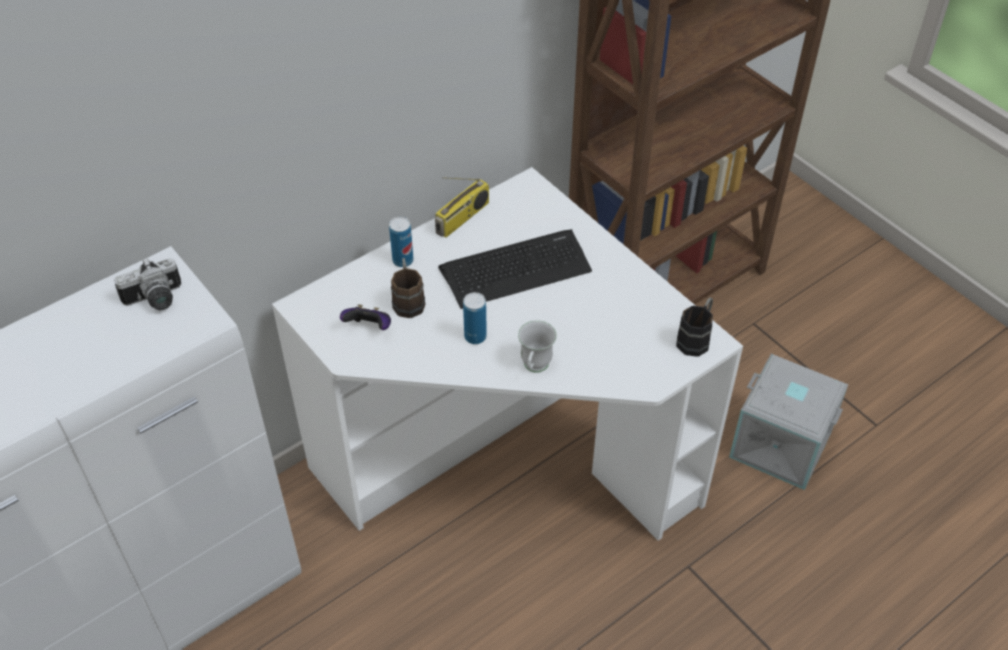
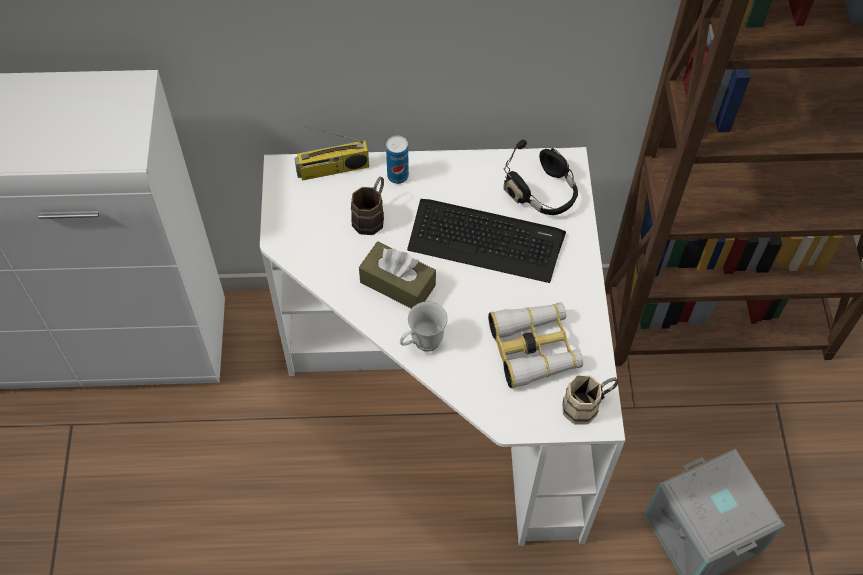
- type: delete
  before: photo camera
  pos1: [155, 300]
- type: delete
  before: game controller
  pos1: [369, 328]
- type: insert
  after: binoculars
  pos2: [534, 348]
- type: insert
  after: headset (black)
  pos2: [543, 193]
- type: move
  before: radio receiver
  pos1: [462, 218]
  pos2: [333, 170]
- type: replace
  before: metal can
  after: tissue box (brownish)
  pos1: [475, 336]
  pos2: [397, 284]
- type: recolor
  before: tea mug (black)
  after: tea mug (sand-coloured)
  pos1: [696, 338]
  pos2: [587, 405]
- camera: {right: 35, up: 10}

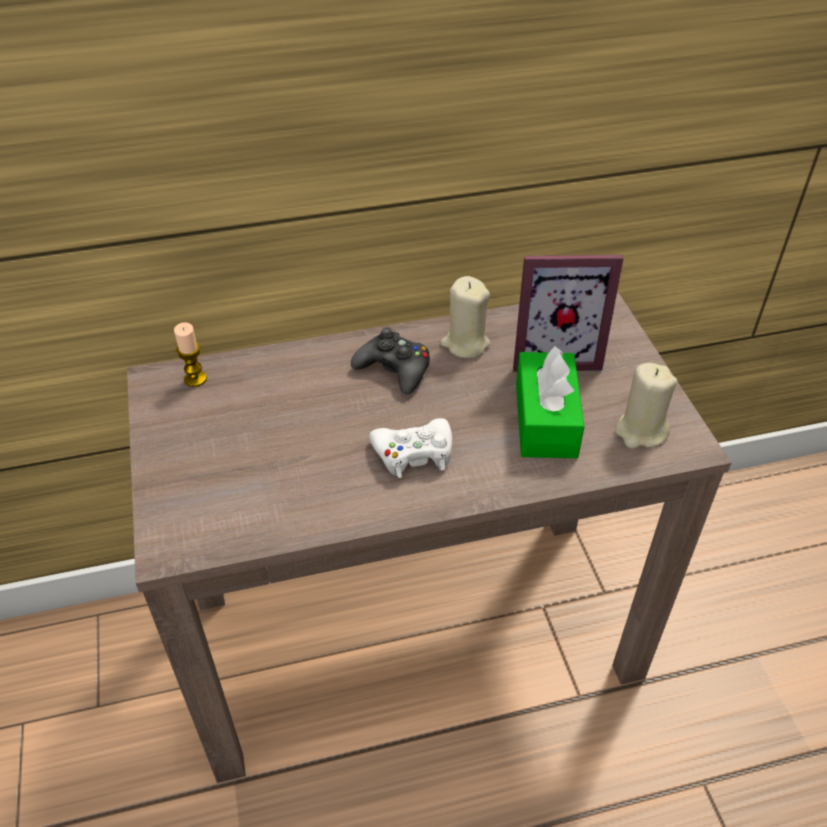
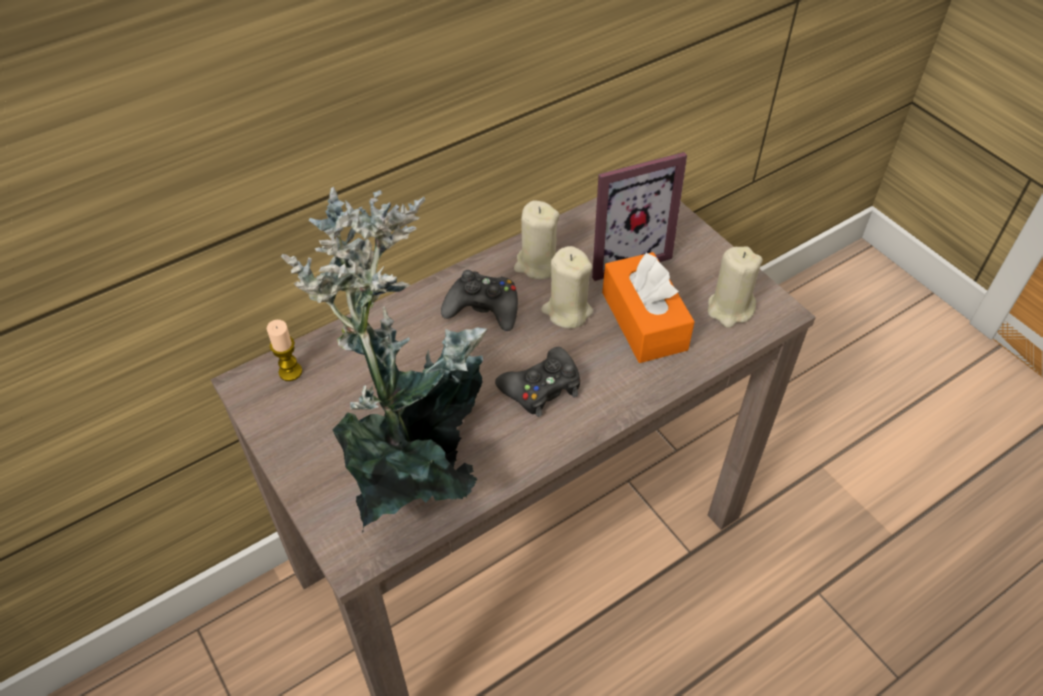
- type: insert
  after: potted plant
  pos2: [416, 465]
- type: insert
  after: candle (sand-coloured)
  pos2: [567, 311]
- type: recolor
  before: game controller (white-coloured)
  after: game controller (black)
  pos1: [414, 454]
  pos2: [542, 388]
- type: recolor
  before: tissue box (green-coloured)
  after: tissue box (orange-coloured)
  pos1: [545, 420]
  pos2: [644, 321]
- camera: {right: -20, up: 5}

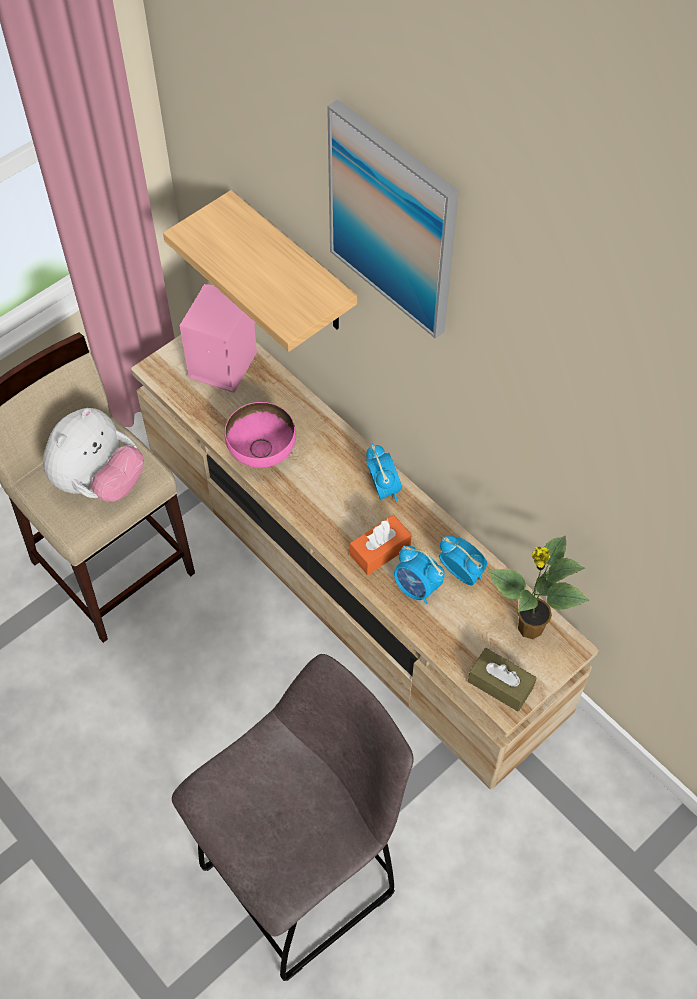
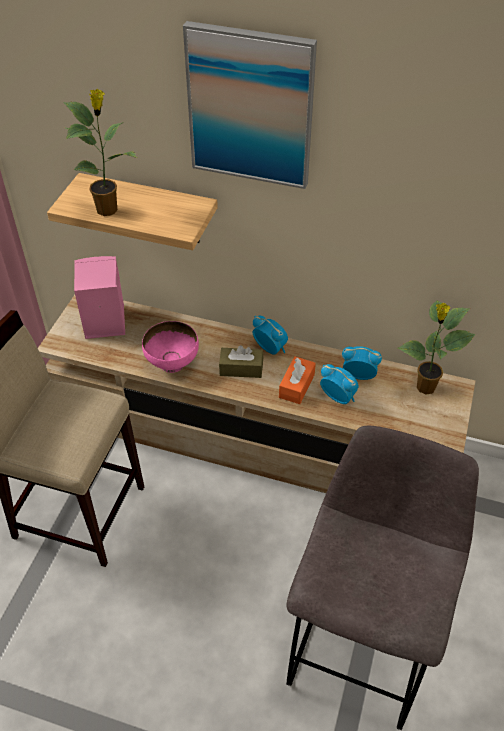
- type: delete
  before: soft toy
  pos1: [99, 482]
- type: insert
  after: potted plant
  pos2: [108, 209]
- type: move
  before: tissue box (brownish)
  pos1: [500, 684]
  pos2: [241, 368]
- type: rotate
  before: bedside clock
  pos1: [416, 588]
  pos2: [338, 397]
  turn: -150
- camera: {right: -30, up: -10}

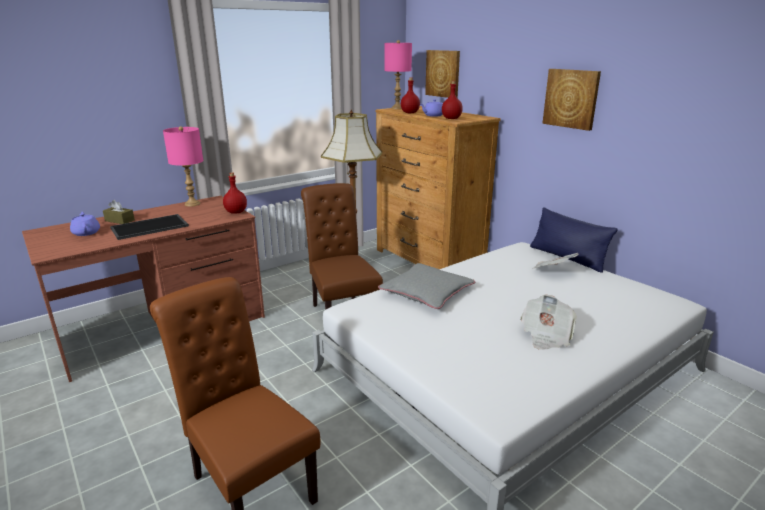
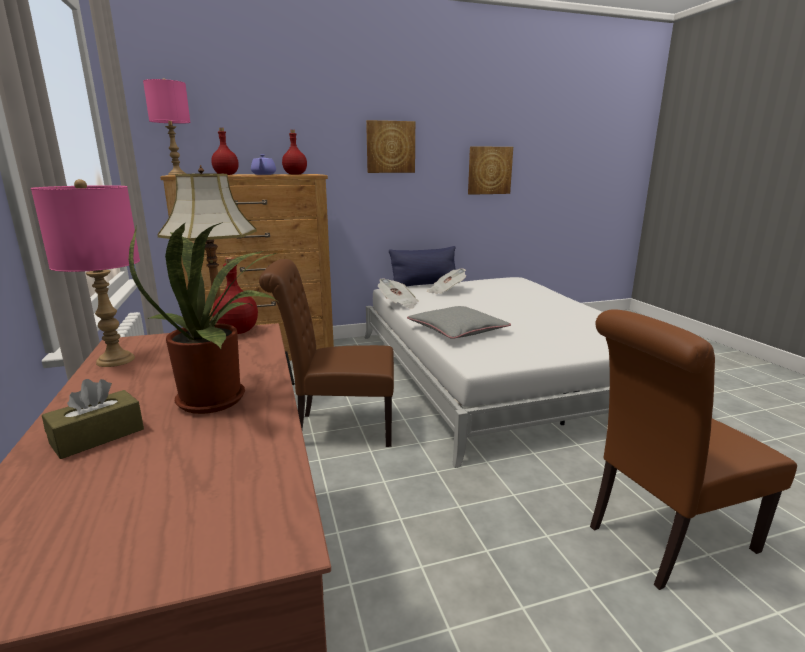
- type: delete
  before: teapot (purple)
  pos1: [86, 232]
- type: move
  before: picture
  pos1: [443, 73]
  pos2: [489, 170]
- type: move
  before: daily paper
  pos1: [545, 335]
  pos2: [398, 304]
- type: replace
  before: serving tray
  after: potted plant
  pos1: [149, 227]
  pos2: [219, 398]
- camera: {right: -70, up: -5}

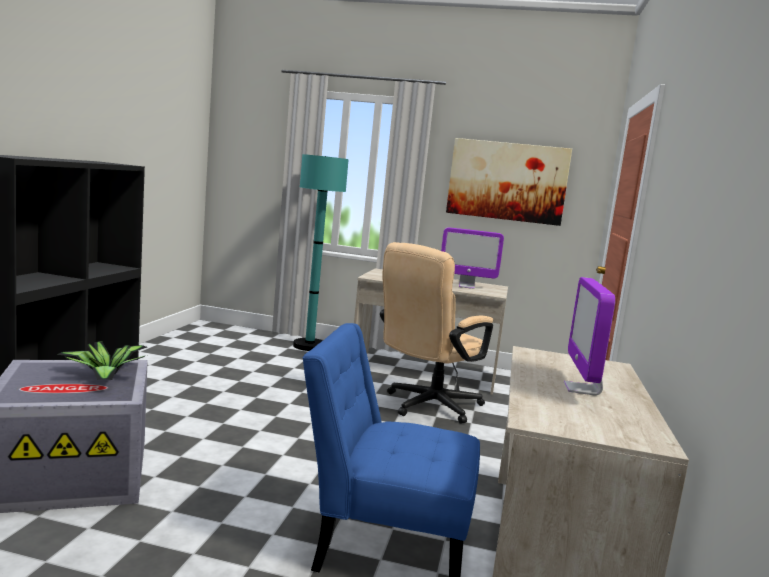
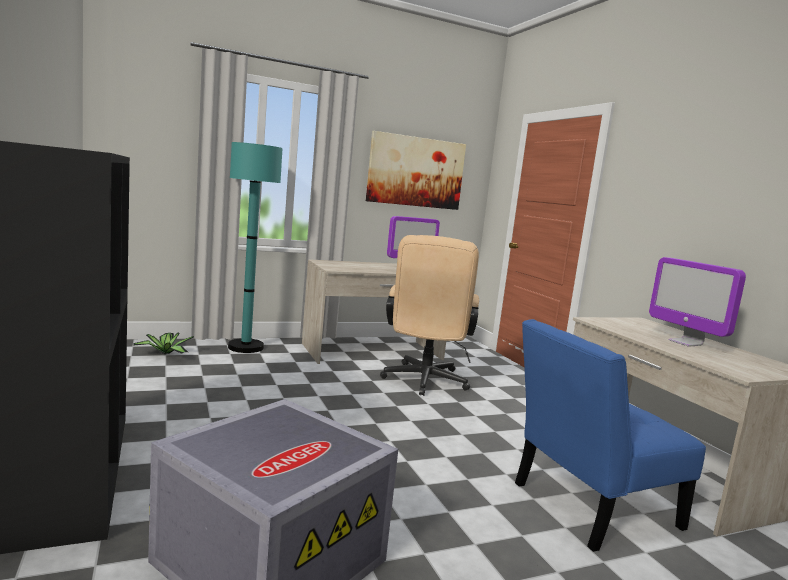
- type: move
  before: potted plant
  pos1: [105, 376]
  pos2: [164, 354]
- camera: {right: -35, up: 0}

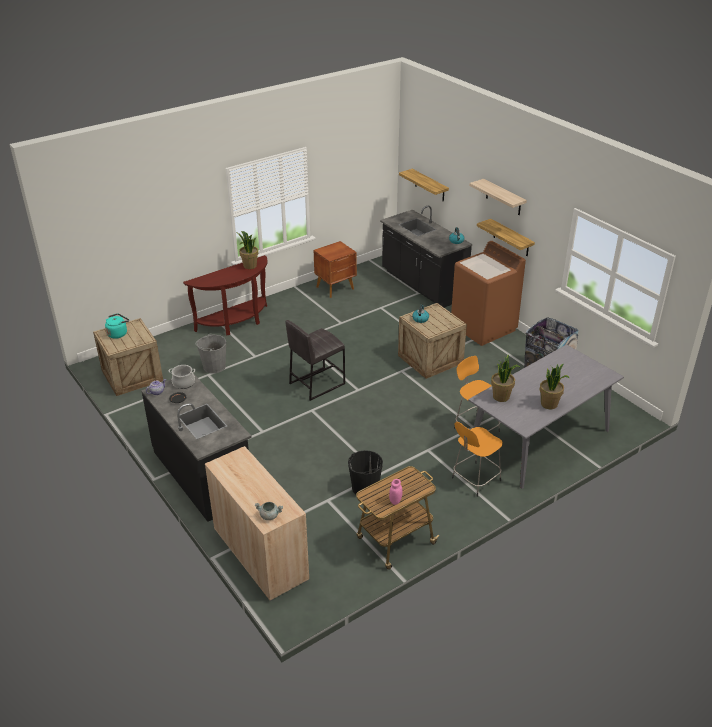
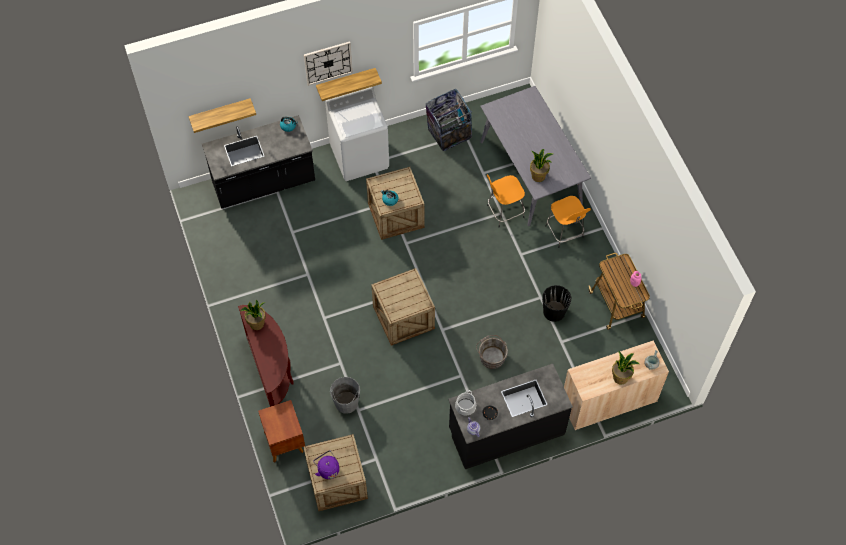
- type: insert
  after: water bucket (greyish)
  pos2: [491, 356]
- type: move
  before: night table (brownish)
  pos1: [336, 288]
  pos2: [284, 441]
- type: move
  before: potted plant
  pos1: [549, 404]
  pos2: [620, 377]
- type: replace
  before: stool seat (greyish)
  after: shipping crate
  pos1: [316, 383]
  pos2: [403, 317]
- type: replace
  before: wall shelf
  after: wall clock
  pos1: [503, 197]
  pos2: [328, 63]
- type: recolor
  before: kettle (turquoise-coloured)
  after: kettle (purple)
  pos1: [118, 333]
  pos2: [327, 469]
- type: recolor
  before: laundry appliance (brownish)
  after: laundry appliance (white-coloured)
  pos1: [483, 328]
  pos2: [360, 156]
- camera: {right: -75, up: 25}

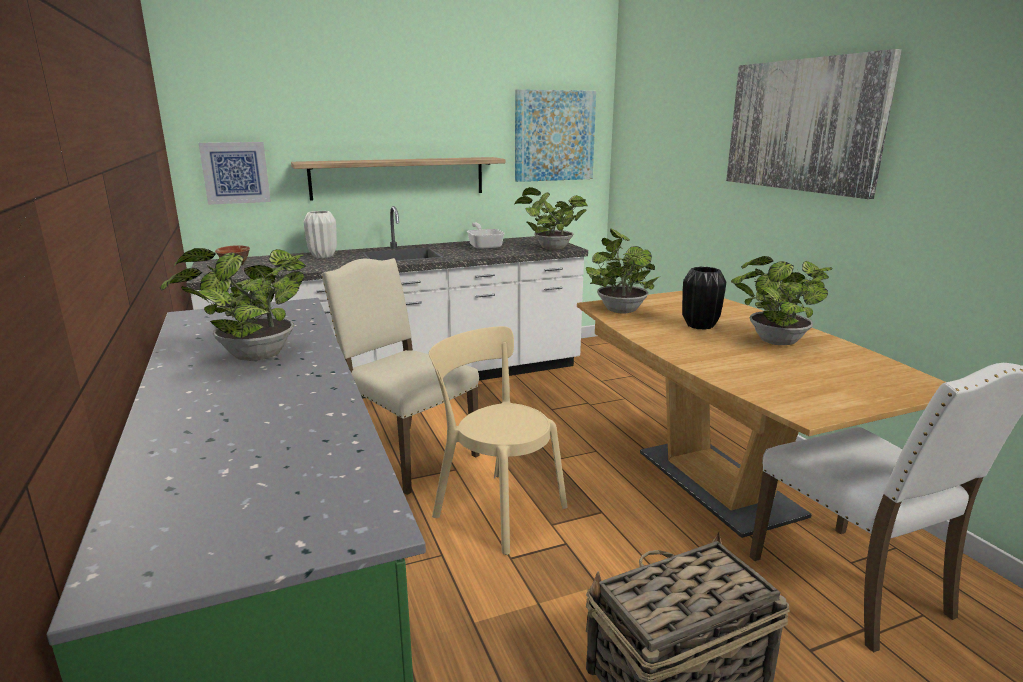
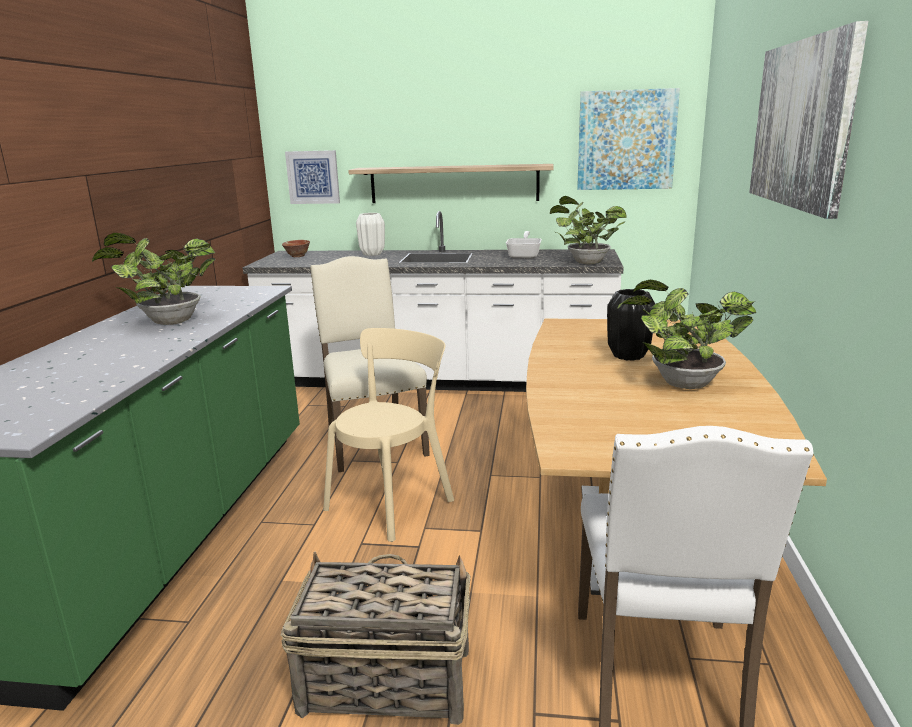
- type: delete
  before: potted plant
  pos1: [619, 309]
- type: rotate
  before: chair (sand-coloured)
  pos1: [495, 509]
  pos2: [393, 502]
  turn: 60
- camera: {right: 30, up: 0}

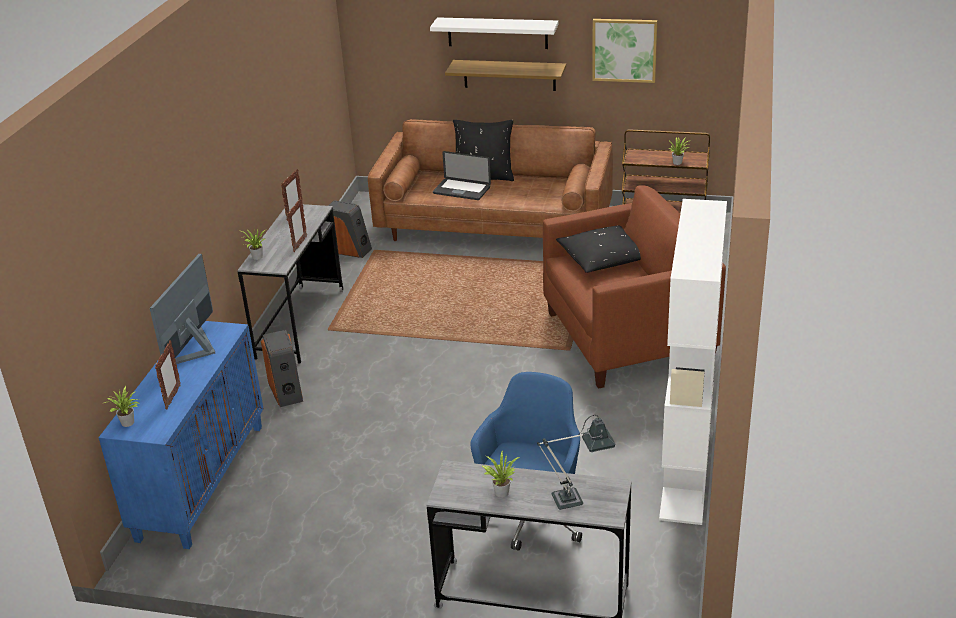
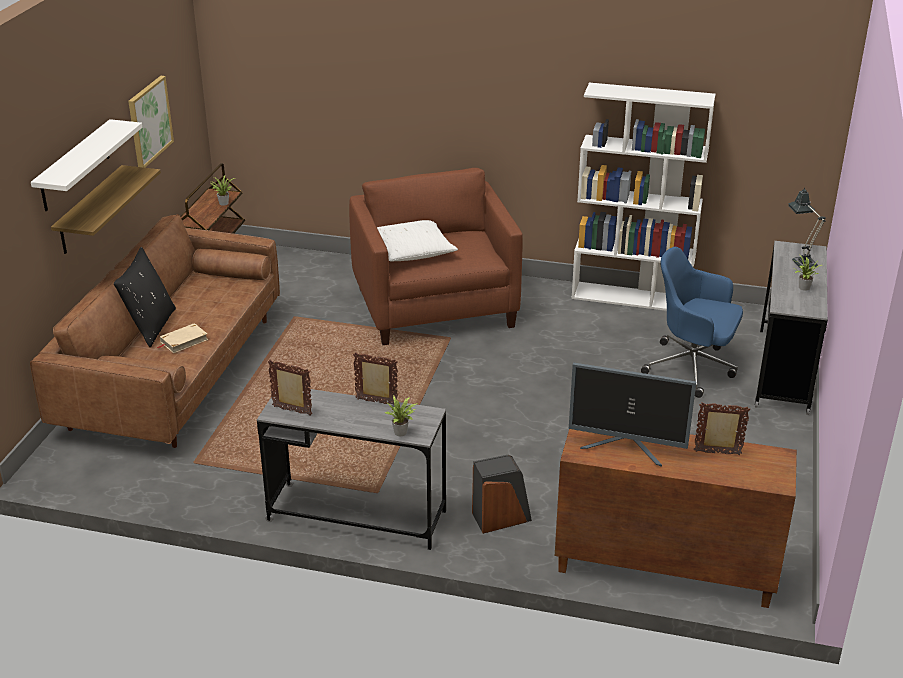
- type: delete
  before: potted plant
  pos1: [129, 423]
- type: delete
  before: loudspeaker
  pos1: [350, 250]
- type: replace
  before: notebook computer
  after: bound book (sand-coloured)
  pos1: [461, 190]
  pos2: [183, 341]
- type: recolor
  before: storage cabinet (bluish)
  after: storage cabinet (brownish)
  pos1: [201, 480]
  pos2: [663, 569]
- type: recolor
  before: throw pillow (black)
  after: throw pillow (white-coloured)
  pos1: [603, 259]
  pos2: [413, 250]
- camera: {right: -90, up: 0}

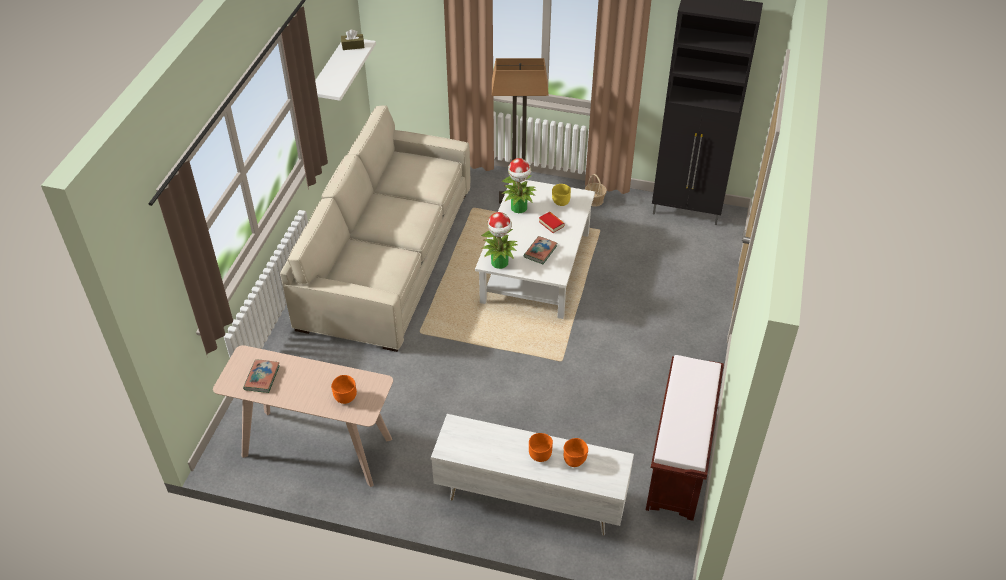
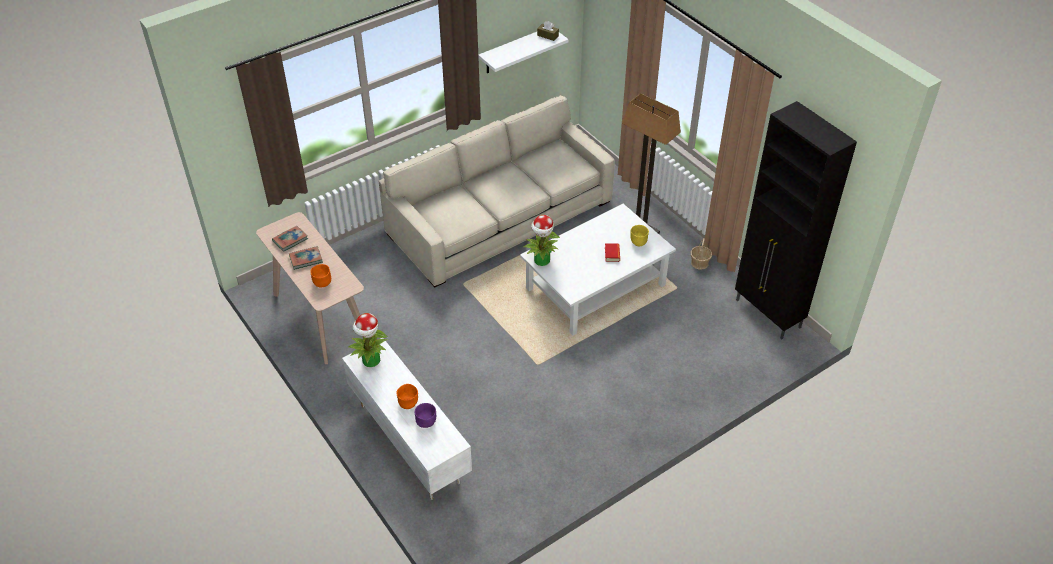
- type: delete
  before: indoor bench (brownish)
  pos1: [679, 463]
- type: move
  before: potted plant
  pos1: [519, 208]
  pos2: [371, 361]
- type: move
  before: bound book
  pos1: [540, 252]
  pos2: [306, 259]
- type: recolor
  before: deep dish (orange-coloured)
  after: deep dish (purple)
  pos1: [575, 460]
  pos2: [426, 422]
- camera: {right: 40, up: 0}

